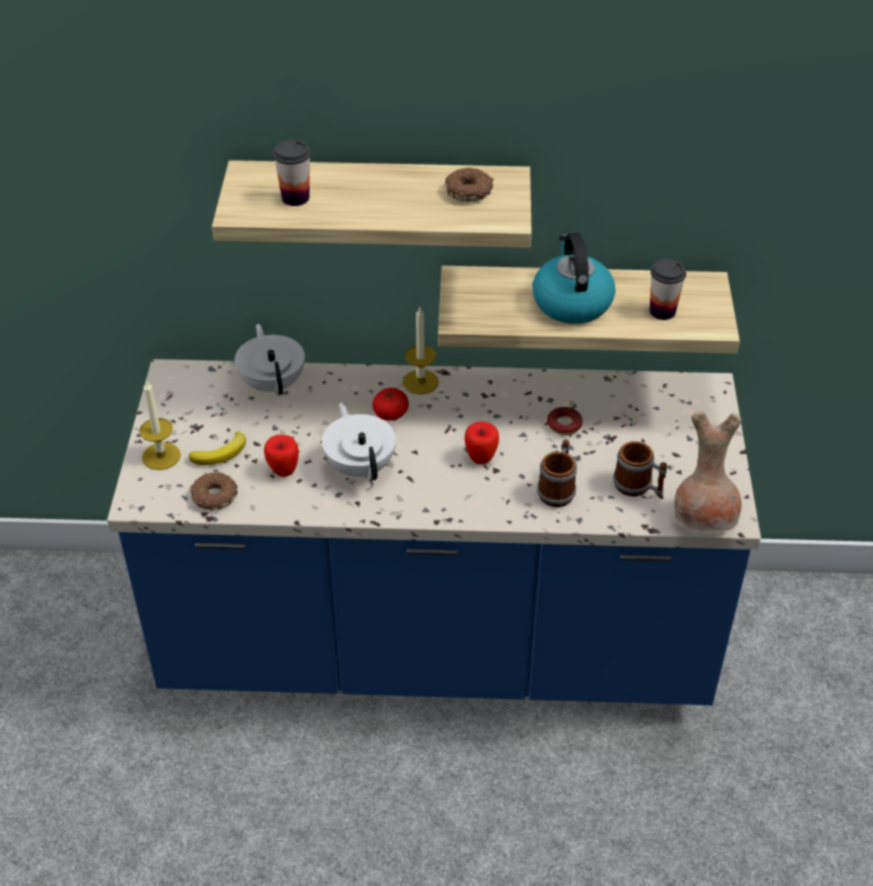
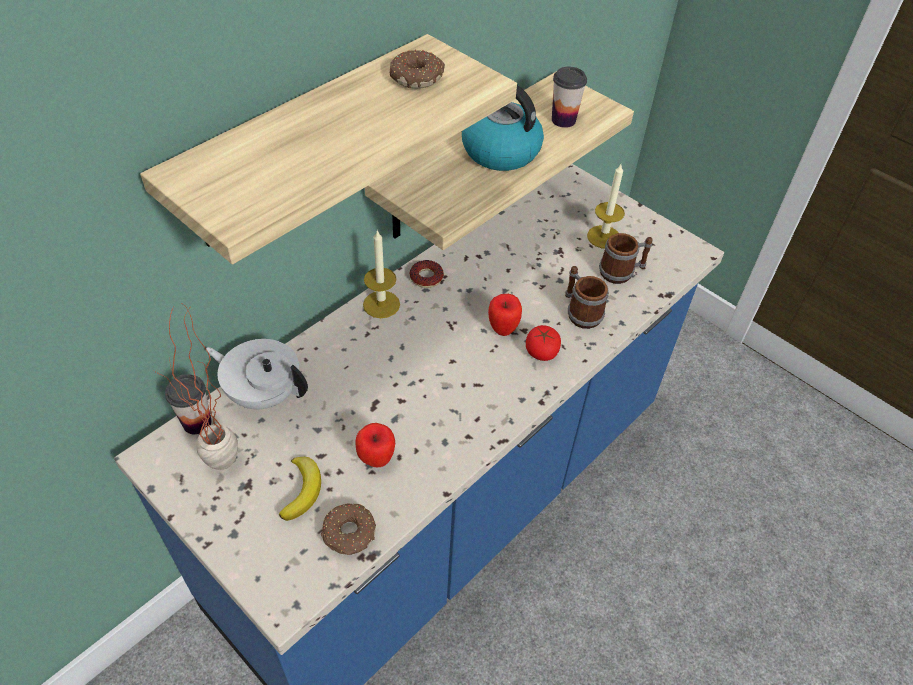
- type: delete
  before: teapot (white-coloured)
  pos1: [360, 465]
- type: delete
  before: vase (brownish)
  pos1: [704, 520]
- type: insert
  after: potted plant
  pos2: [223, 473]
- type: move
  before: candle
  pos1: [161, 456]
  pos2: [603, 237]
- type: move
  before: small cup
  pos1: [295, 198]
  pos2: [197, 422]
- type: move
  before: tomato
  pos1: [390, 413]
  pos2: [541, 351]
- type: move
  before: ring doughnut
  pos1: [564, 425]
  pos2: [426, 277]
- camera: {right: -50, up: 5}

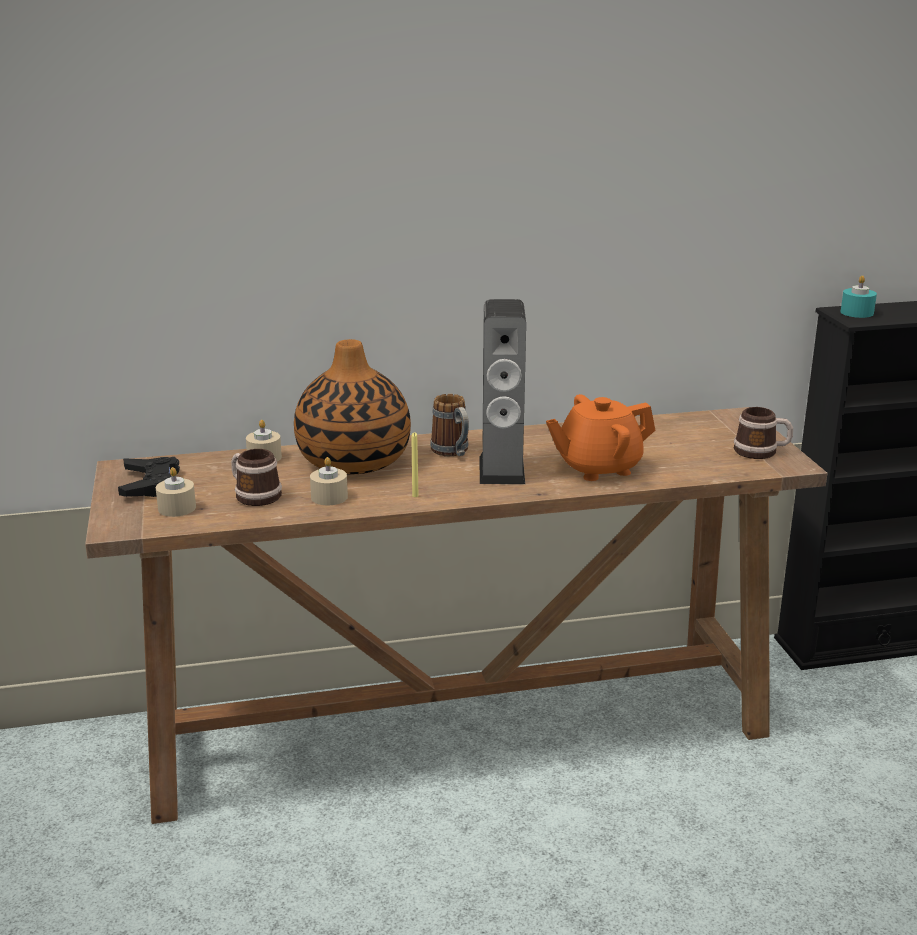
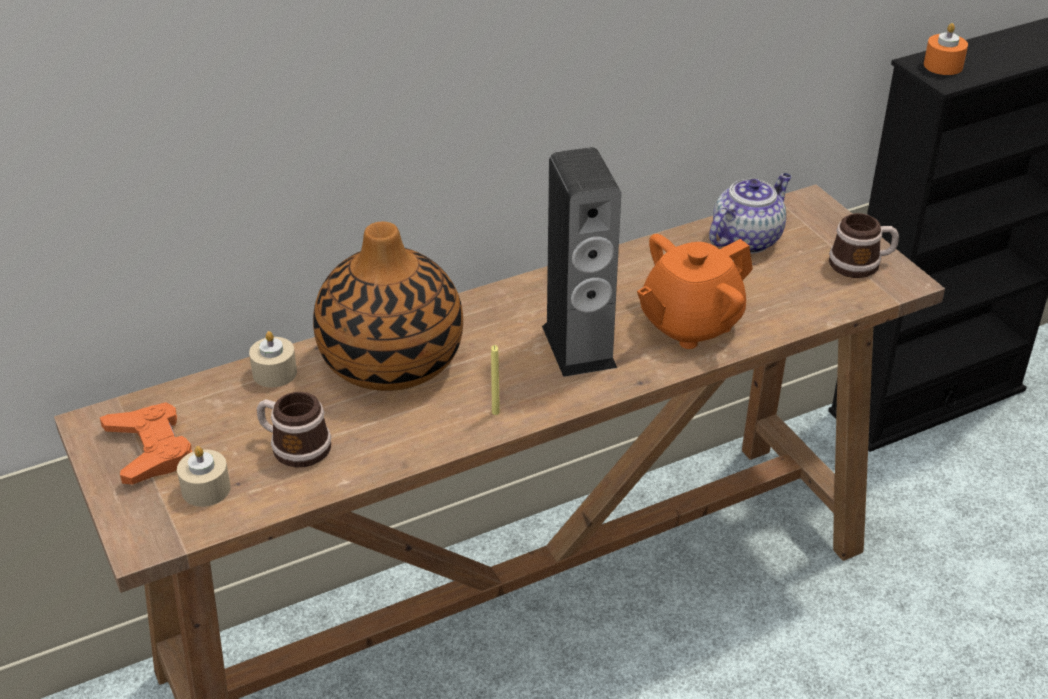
- type: delete
  before: candle (sand-coloured)
  pos1: [329, 497]
- type: delete
  before: tea mug
  pos1: [453, 452]
- type: insert
  after: teapot
  pos2: [747, 239]
- type: recolor
  before: game controller (black)
  after: game controller (orange-coloured)
  pos1: [151, 484]
  pos2: [149, 449]
- type: recolor
  before: candle (turquoise-coloured)
  after: candle (orange-coloured)
  pos1: [857, 312]
  pos2: [943, 65]
- camera: {right: -15, up: 15}

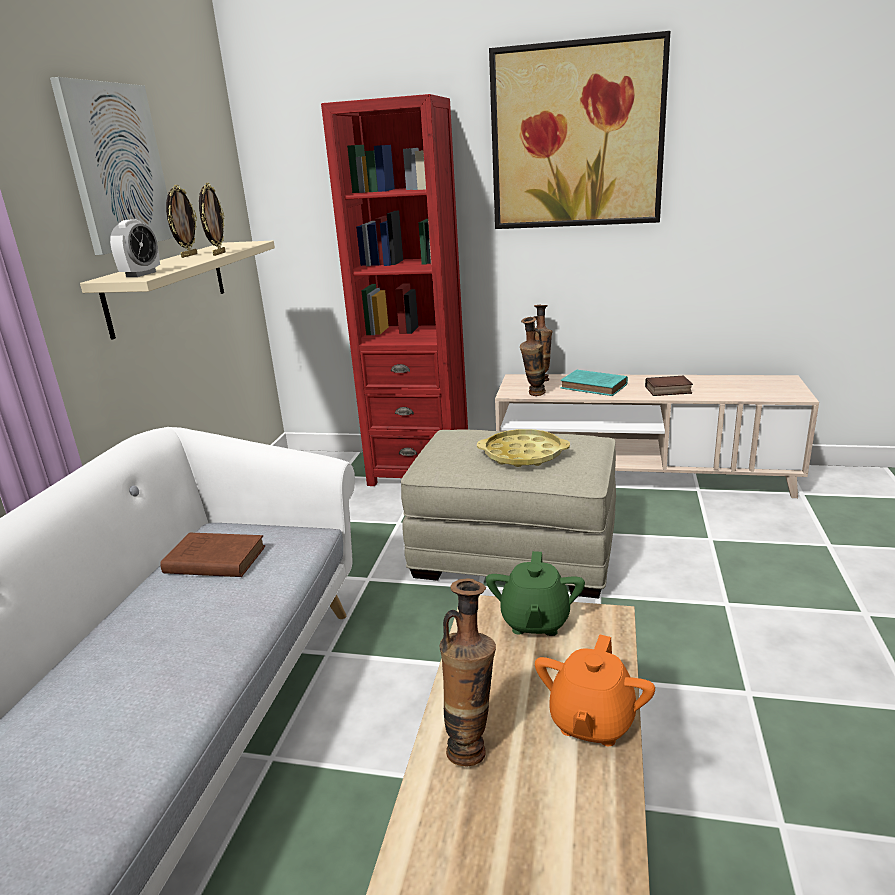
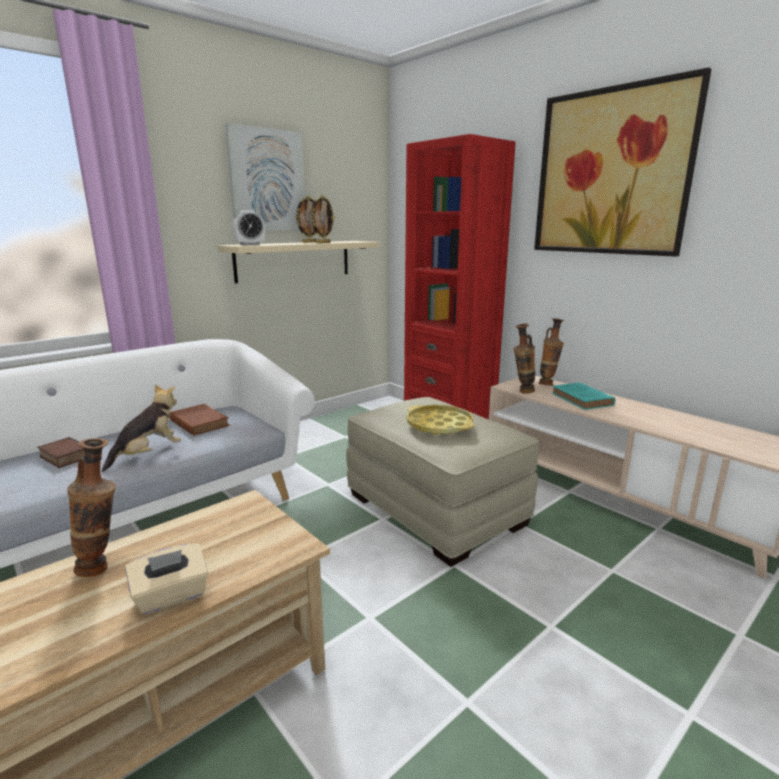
- type: delete
  before: teapot (green-coloured)
  pos1: [535, 621]
- type: insert
  after: soft toy
  pos2: [148, 454]
- type: move
  before: bound book
  pos1: [668, 390]
  pos2: [63, 457]
- type: replace
  before: teapot (orange-coloured)
  after: tissue box (sand-coloured)
  pos1: [591, 721]
  pos2: [171, 596]
- camera: {right: 35, up: -5}

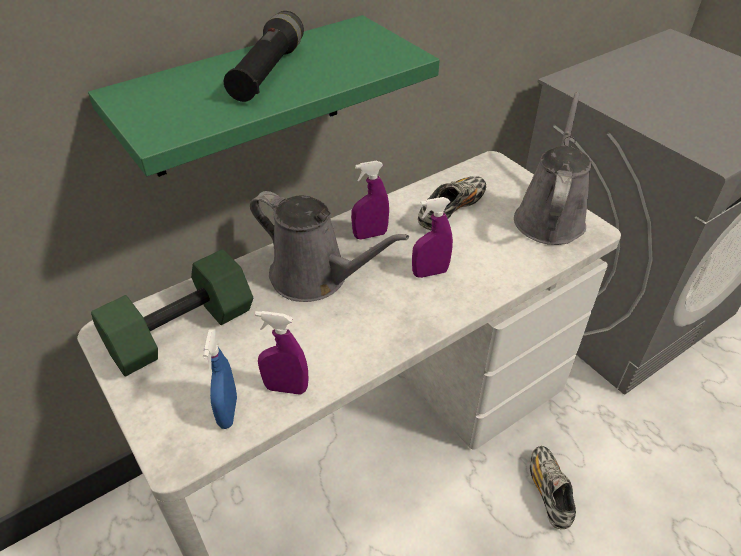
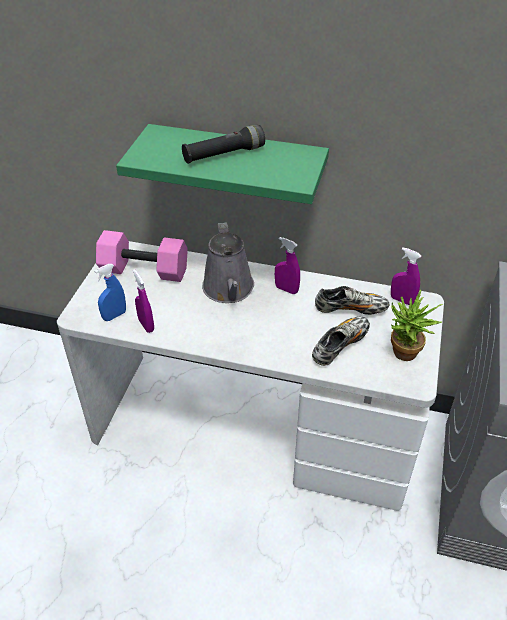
- type: move
  before: spray bottle (purple)
  pos1: [430, 273]
  pos2: [402, 300]
- type: move
  before: item of footwear
  pos1: [549, 491]
  pos2: [340, 346]
- type: replace
  before: sprinkling can (greyish)
  after: potted plant
  pos1: [550, 217]
  pos2: [403, 356]
- type: recolor
  before: hand weight (green-coloured)
  after: hand weight (pinkish)
  pos1: [181, 333]
  pos2: [143, 271]
- camera: {right: 50, up: 0}

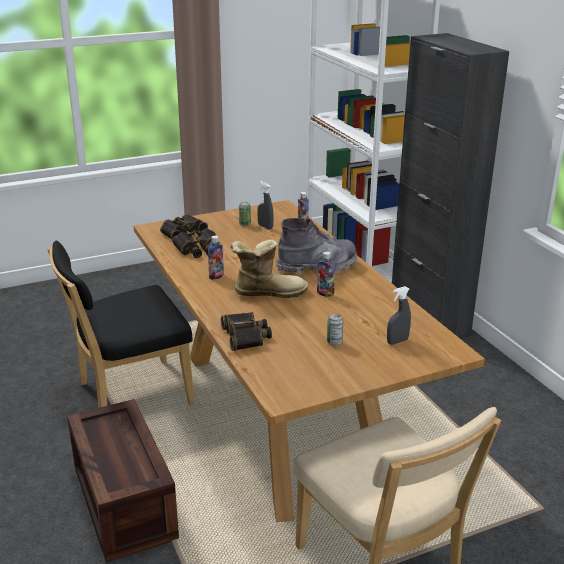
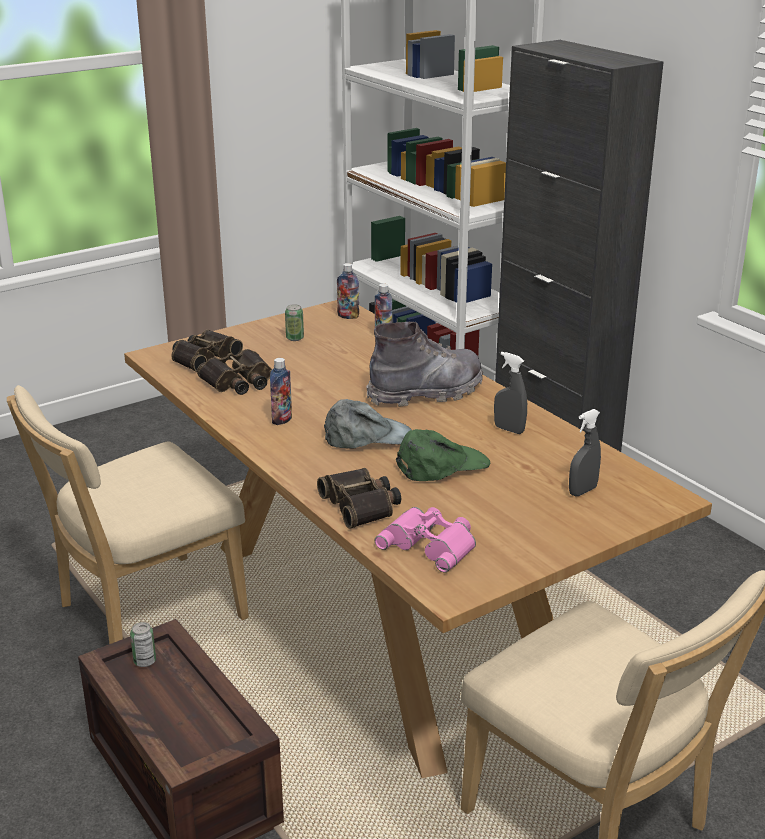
- type: insert
  after: binoculars (pinkish)
  pos2: [431, 544]
- type: insert
  after: cap (green-coloured)
  pos2: [442, 465]
- type: move
  before: spray bottle (greyish)
  pos1: [265, 227]
  pos2: [509, 429]
- type: move
  before: beverage bottle
  pos1: [325, 293]
  pos2: [348, 316]
- type: move
  before: metal can
  pos1: [334, 342]
  pos2: [145, 661]
- type: replace
  before: tall boot
  after: cap (greyish)
  pos1: [268, 292]
  pos2: [368, 436]
- type: recolor
  before: chair (black)
  after: chair (sand-coloured)
  pos1: [129, 395]
  pos2: [144, 614]
- camera: {right: -10, up: 0}

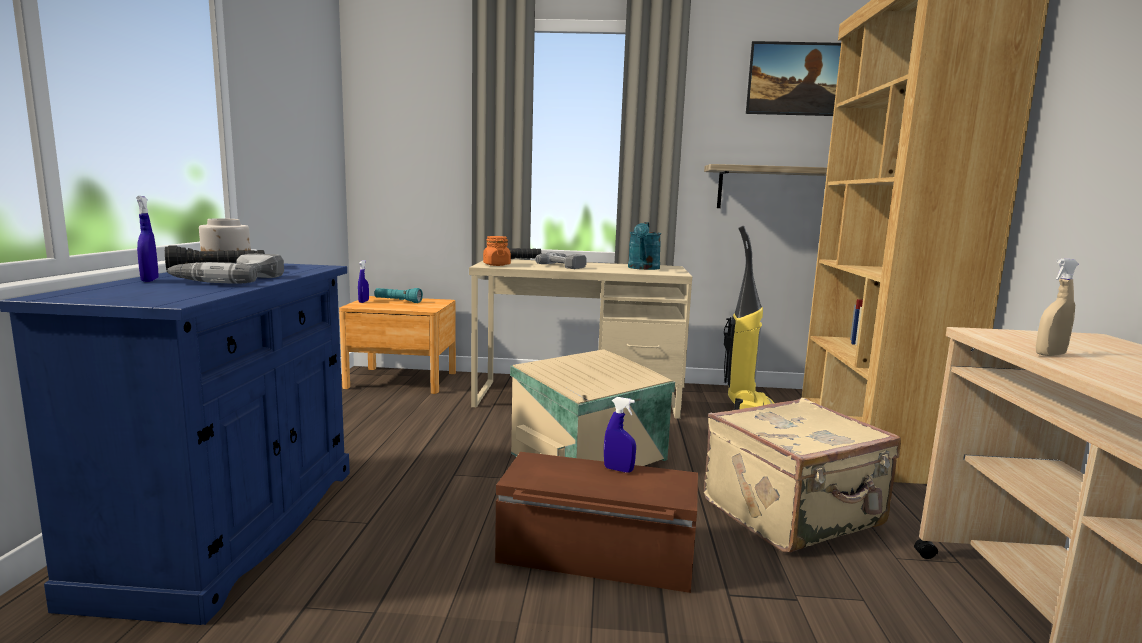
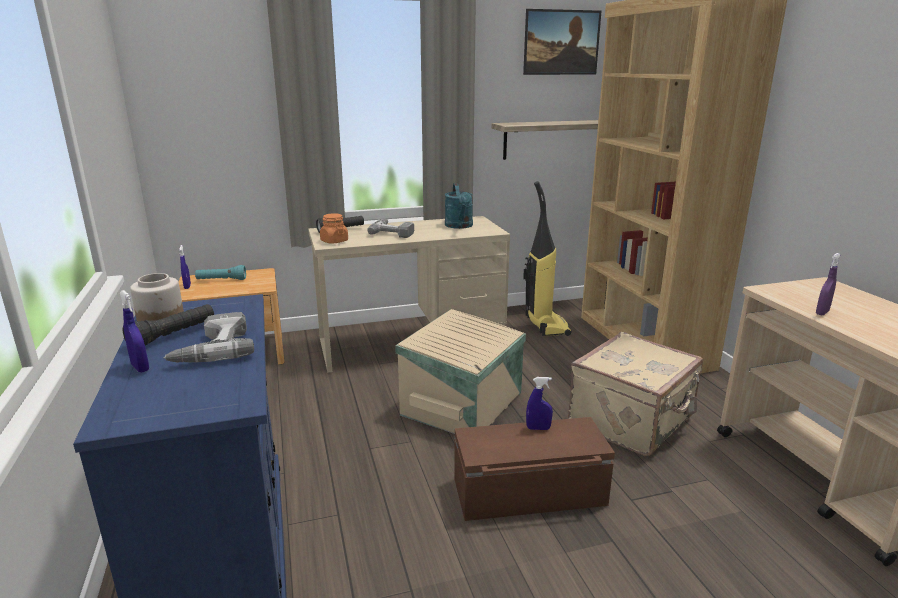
- type: recolor
  before: spray bottle (sand-coloured)
  after: spray bottle (purple)
  pos1: [1050, 354]
  pos2: [822, 312]
- camera: {right: -20, up: 10}

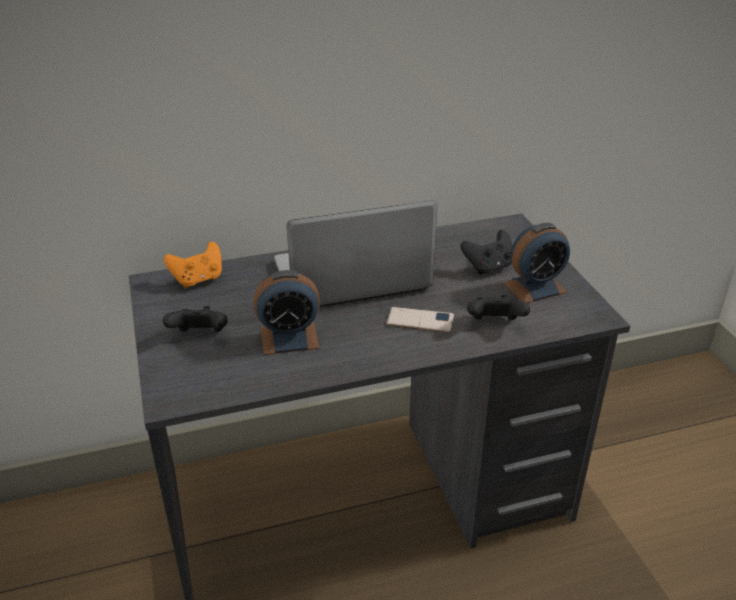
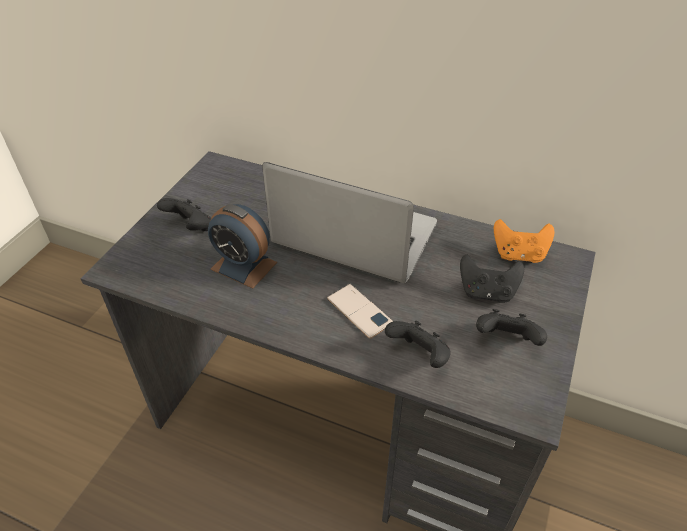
- type: move
  before: game controller (orange-coloured)
  pos1: [198, 280]
  pos2: [519, 254]
- type: replace
  before: bedside clock
  after: game controller (black)
  pos1: [535, 287]
  pos2: [506, 340]
- camera: {right: 40, up: 10}

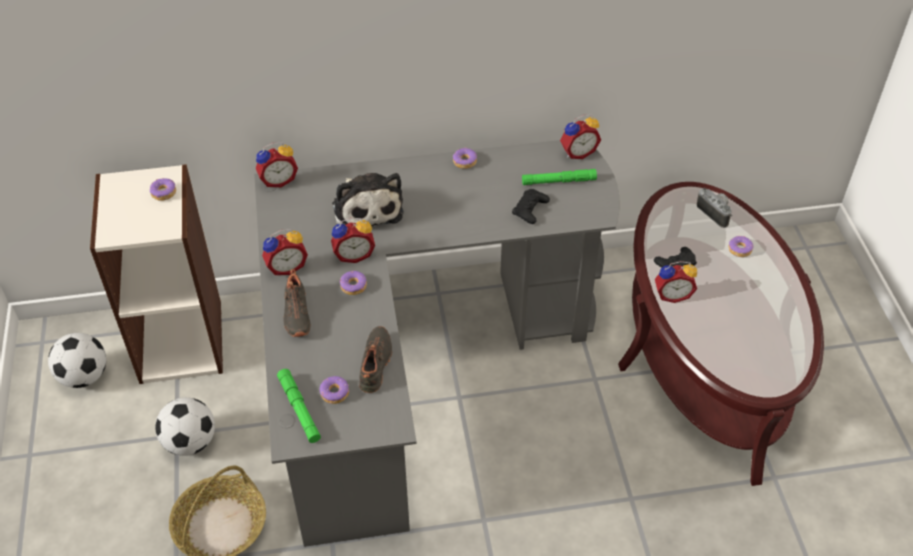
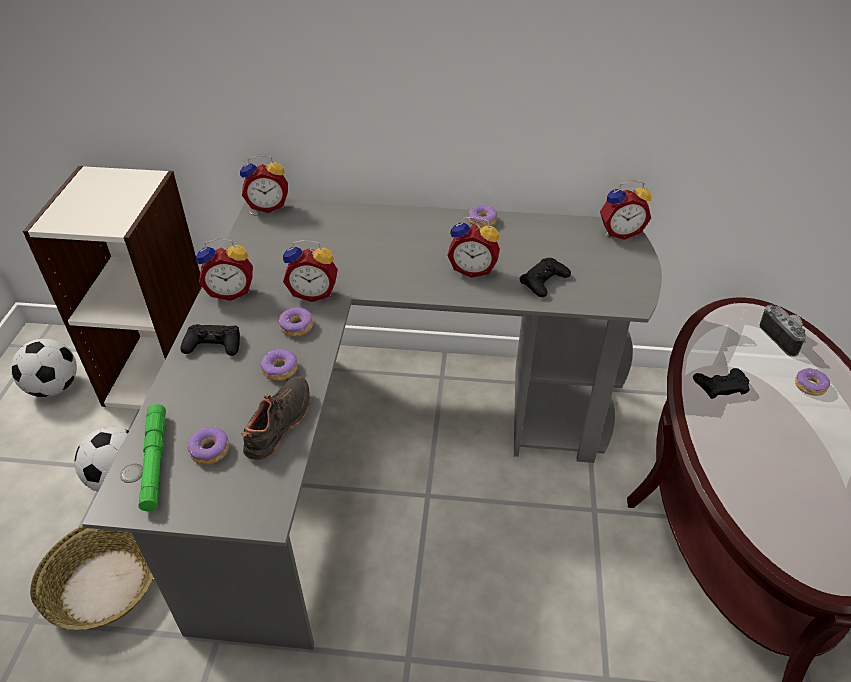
- type: delete
  before: soft toy
  pos1: [366, 208]
- type: delete
  before: hand torch (green-coloured)
  pos1: [558, 181]
- type: move
  before: ring doughnut
  pos1: [163, 193]
  pos2: [279, 370]
- type: move
  before: bedside clock
  pos1: [672, 294]
  pos2: [473, 269]
- type: replace
  before: item of footwear (black)
  after: game controller (black)
  pos1: [295, 314]
  pos2: [213, 344]
- camera: {right: 15, up: -5}

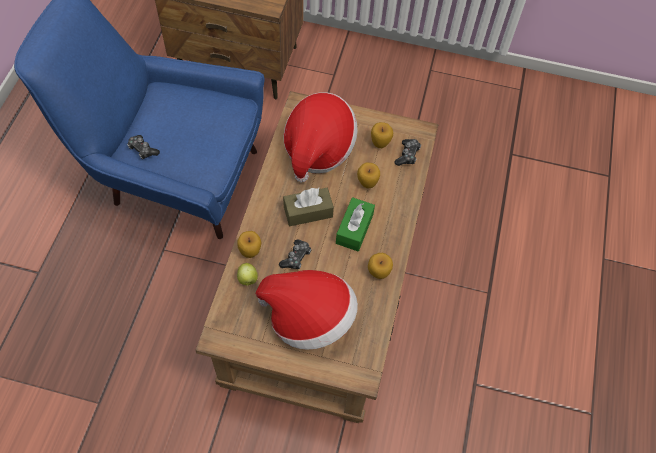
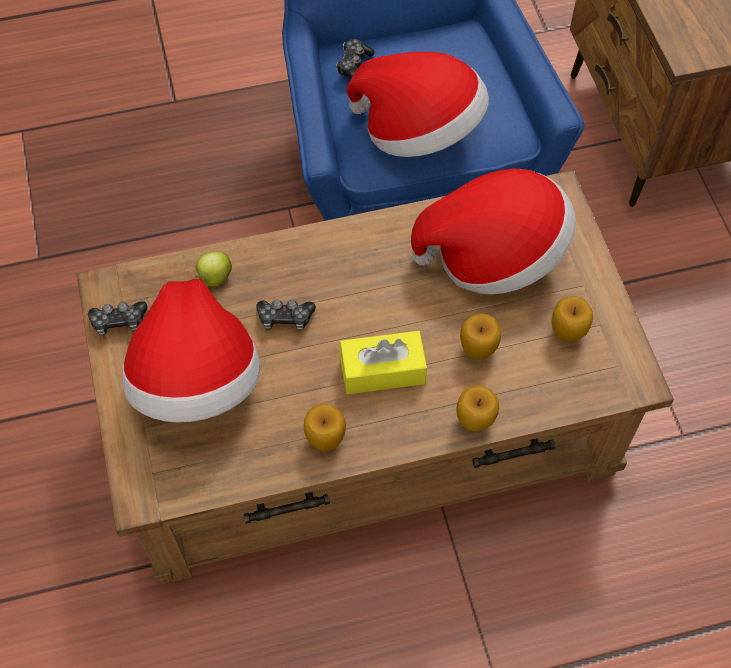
- type: delete
  before: tissue box (brownish)
  pos1: [308, 212]
- type: insert
  after: hat
  pos2: [419, 131]
- type: move
  before: apple
  pos1: [250, 252]
  pos2: [474, 421]
- type: move
  before: game controller
  pos1: [407, 155]
  pos2: [119, 322]
- type: recolor
  before: tissue box (green-coloured)
  after: tissue box (yellowish)
  pos1: [354, 229]
  pos2: [382, 370]
- camera: {right: 65, up: 0}

